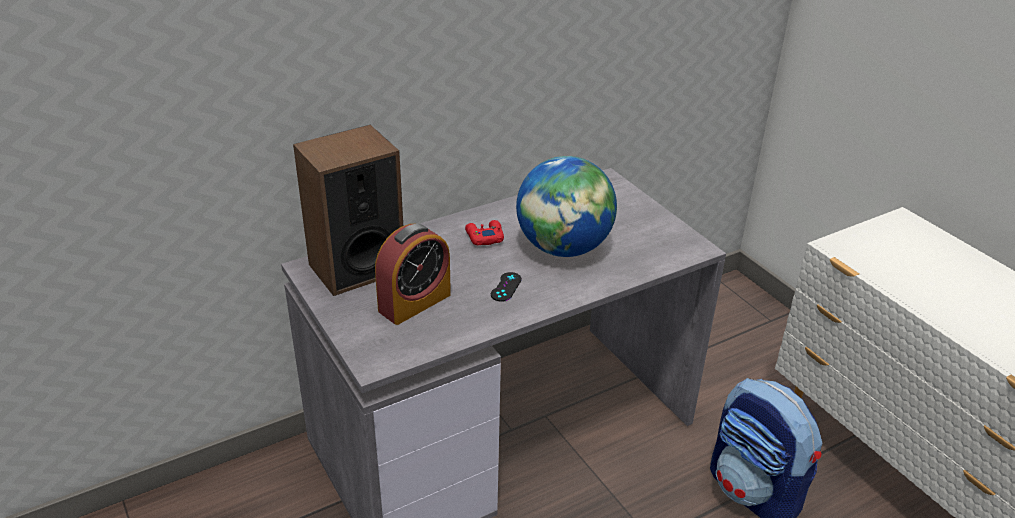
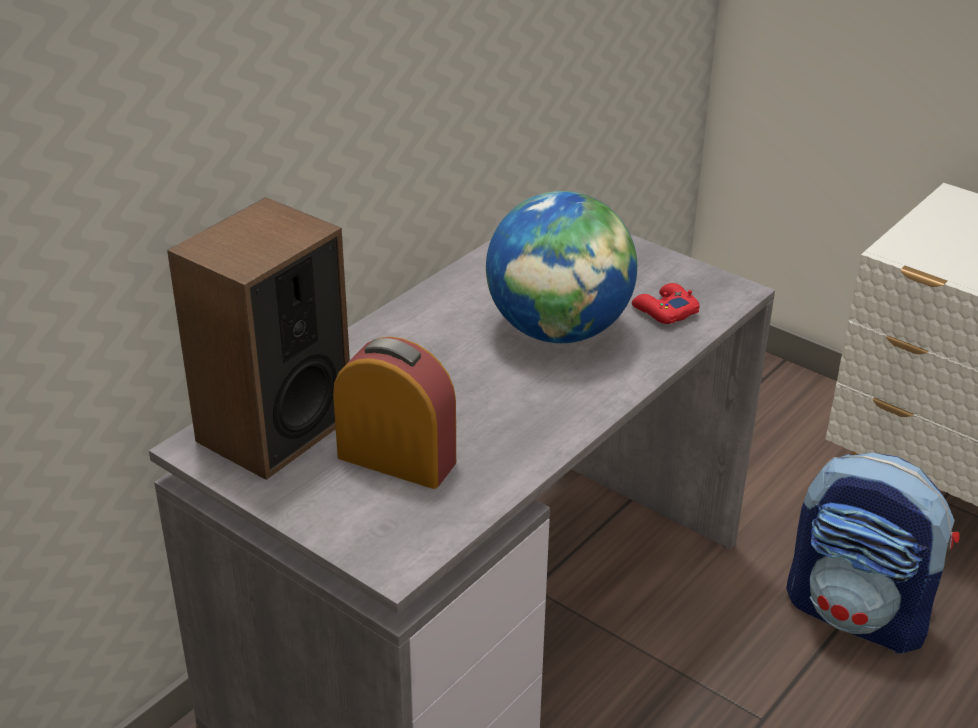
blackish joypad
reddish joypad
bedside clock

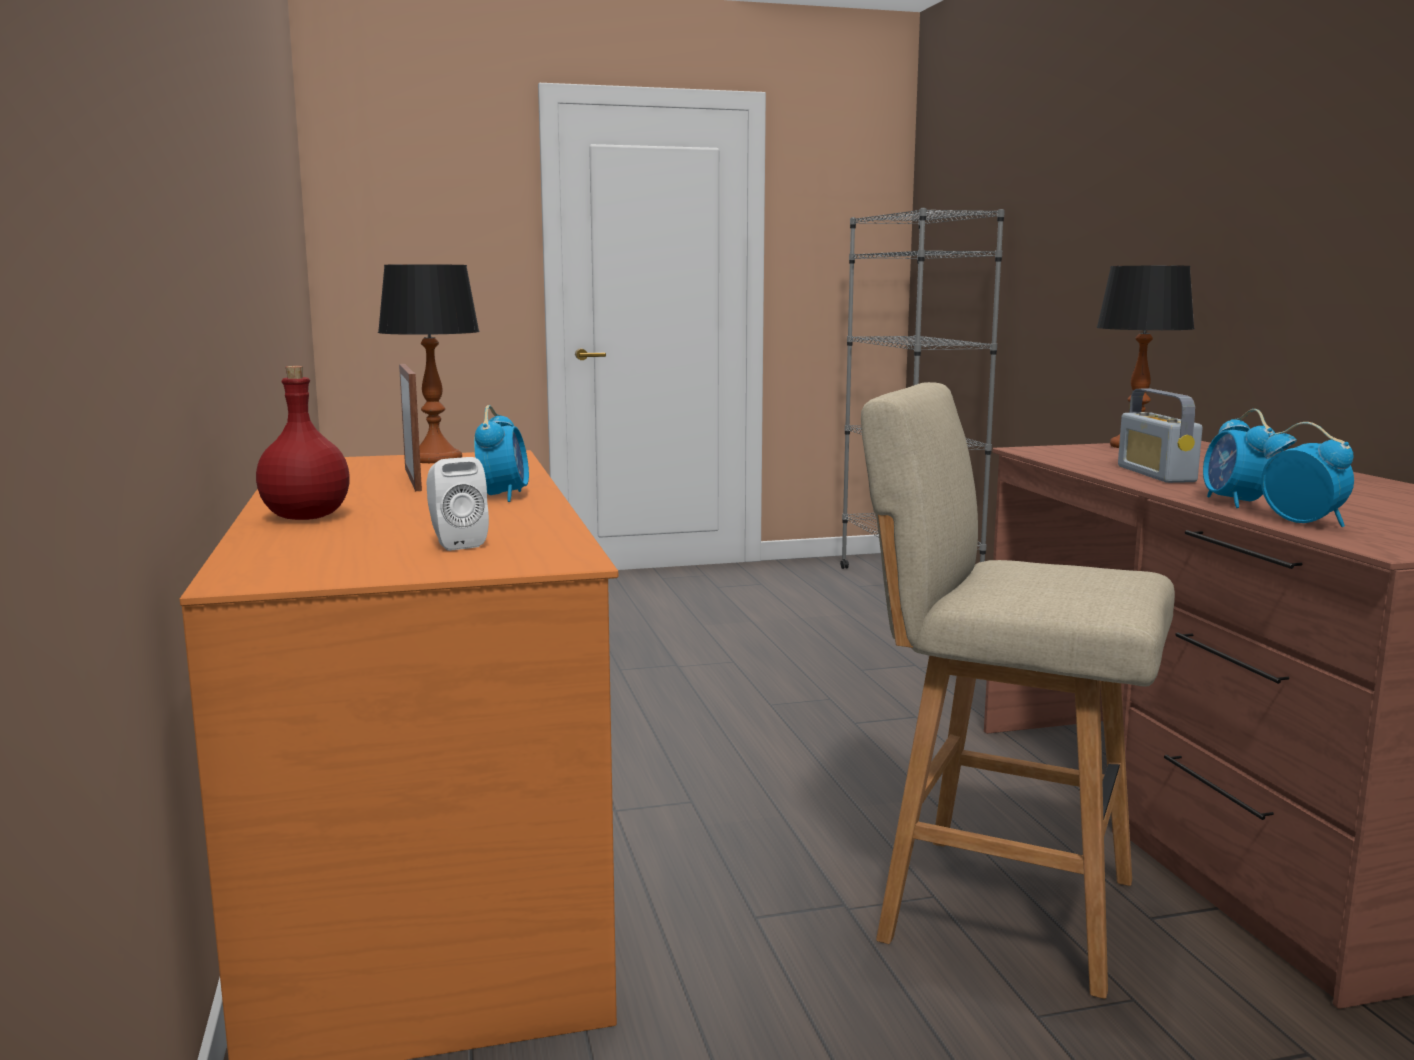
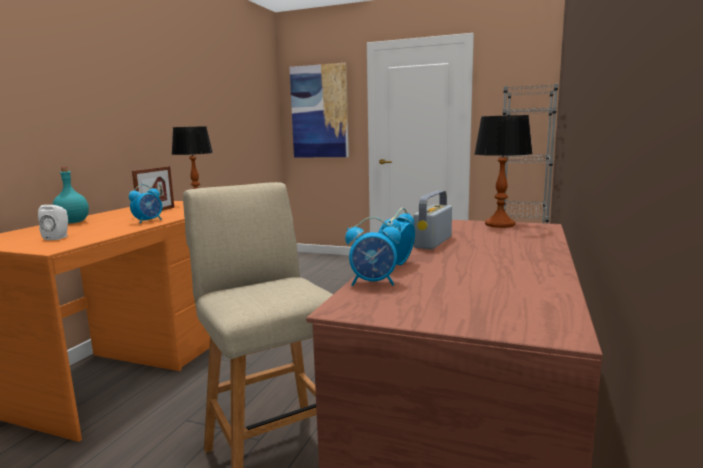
picture
turquoise beverage bottle
bedside clock (no. 2 from left)

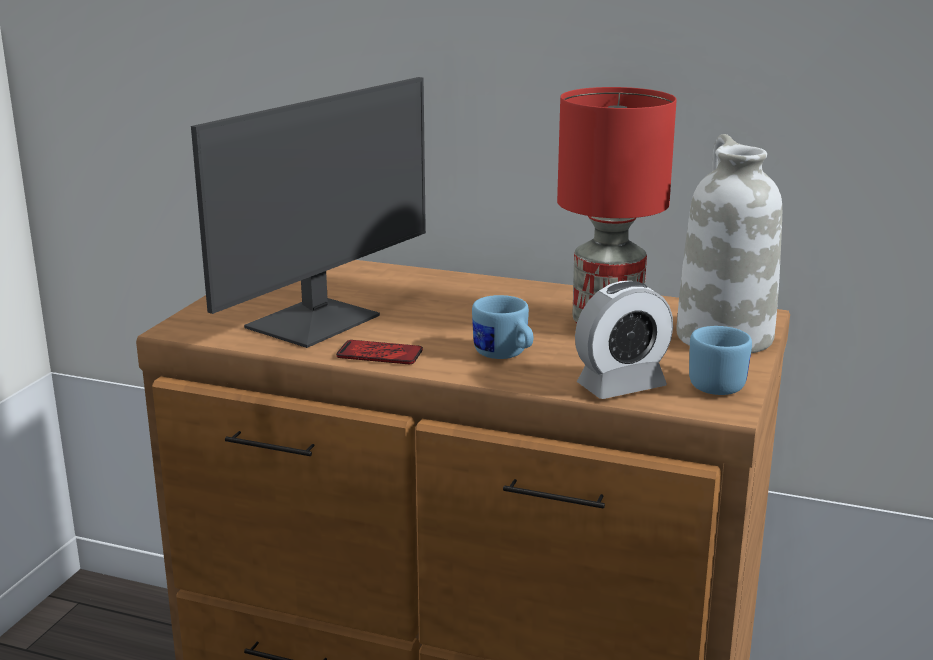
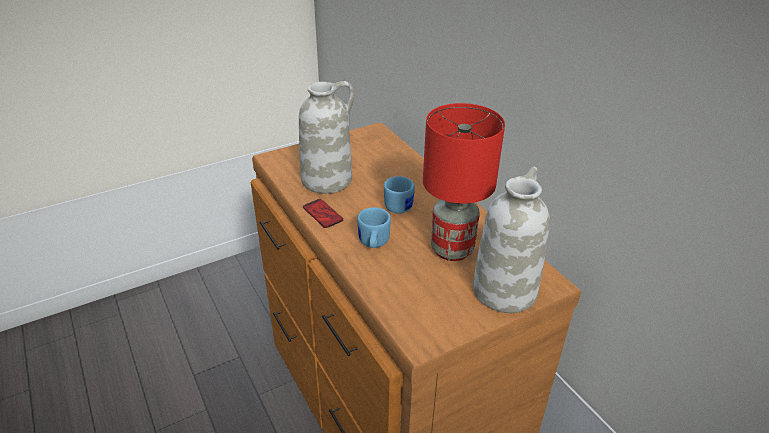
bedside clock
blue-coloured coffee mug (no. 2 from left)
white flower vase (no. 1 from left)

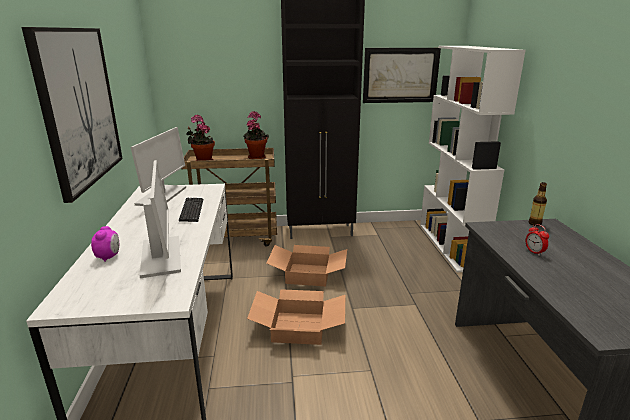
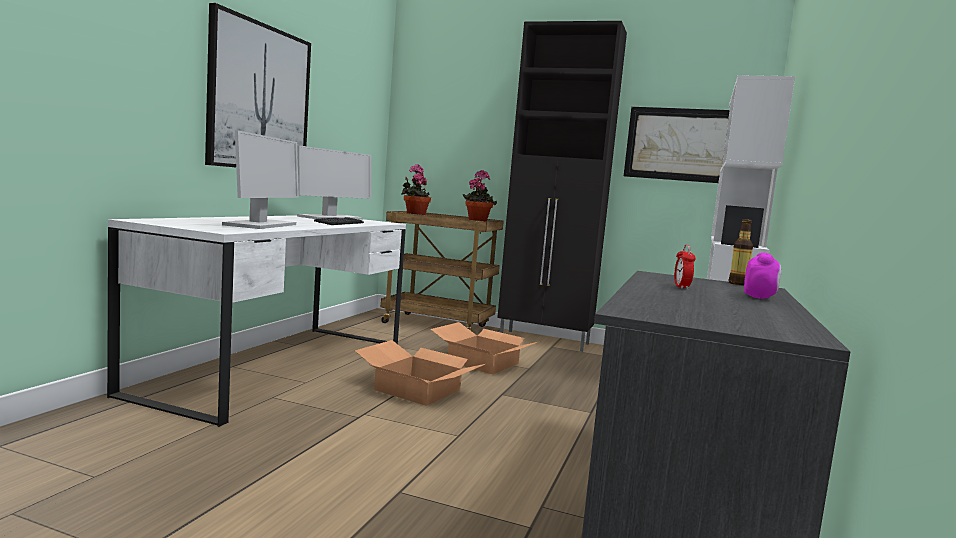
bedside clock (no. 2 from left)

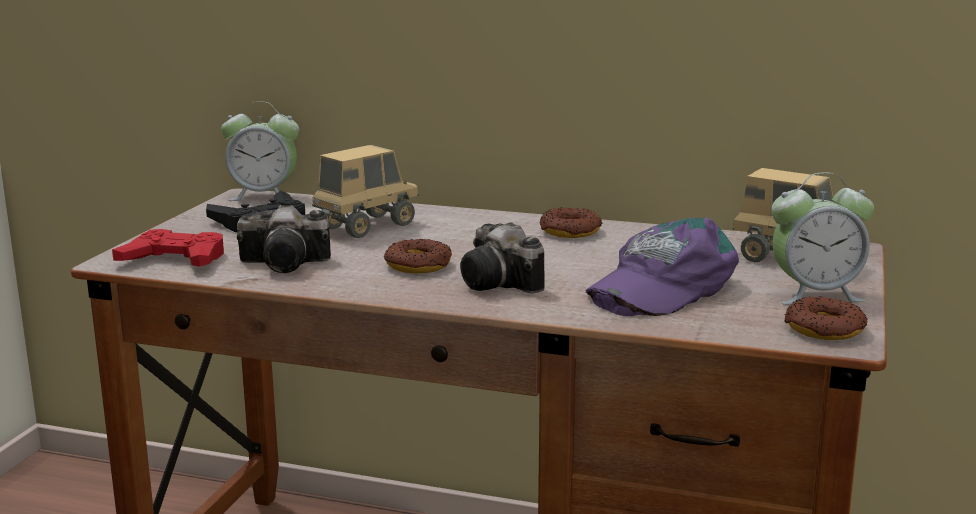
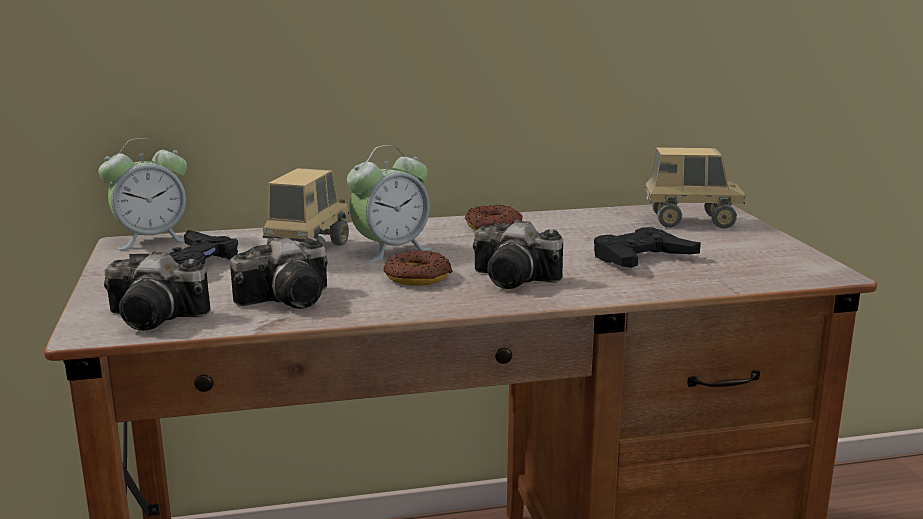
doughnut (no. 3 from left in the first image)
bedside clock (no. 2 from left)
still camera (no. 1 from left)
blackish joypad (no. 2 from left)

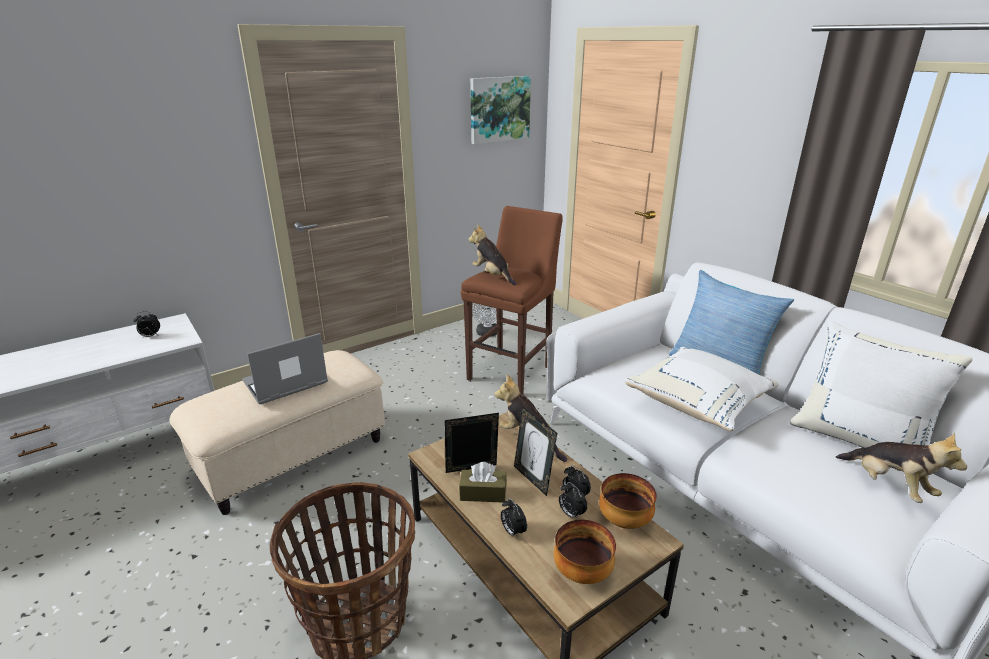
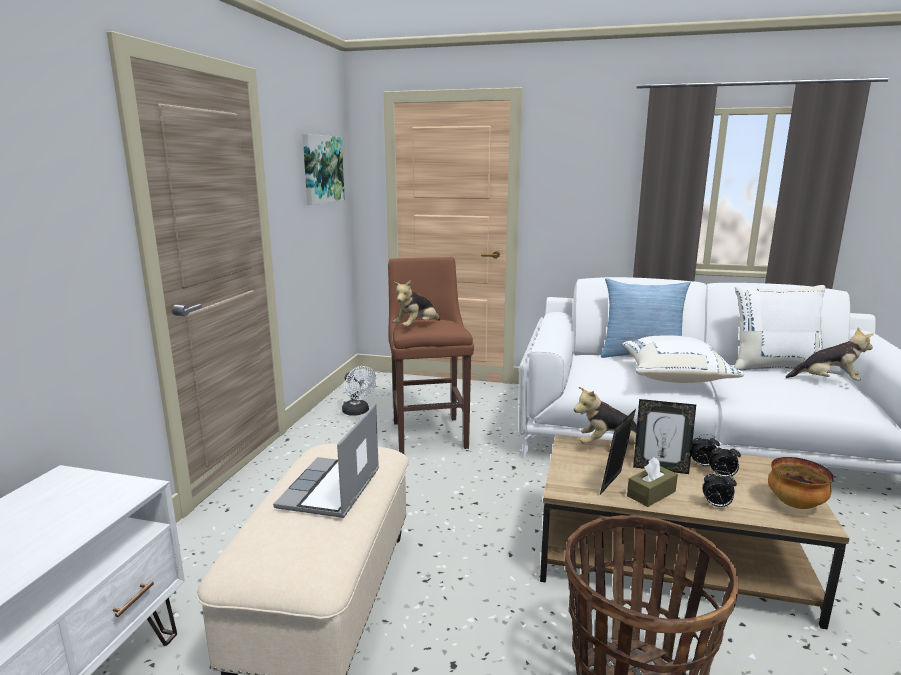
bedside clock (no. 1 from left in the first image)
deep dish (no. 2 from left in the first image)
soft toy (no. 1 from left)

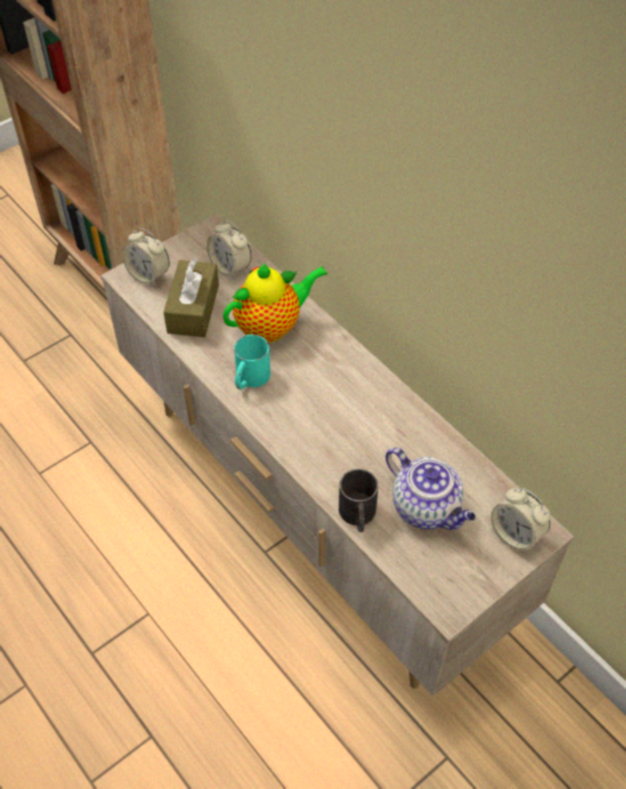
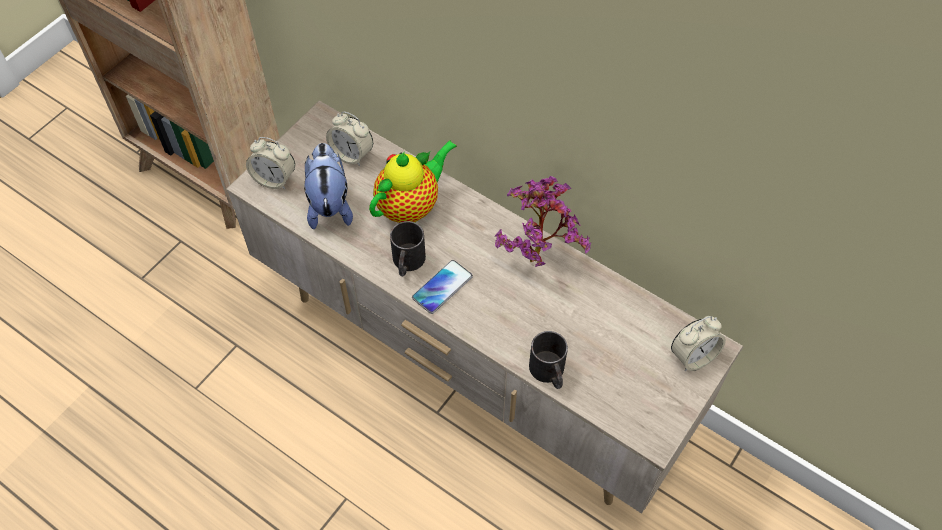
tea pot (no. 2 from left in the first image)
handset
potted plant
soft toy
blackish coffee mug (no. 1 from left)
bedside clock (no. 3 from left)

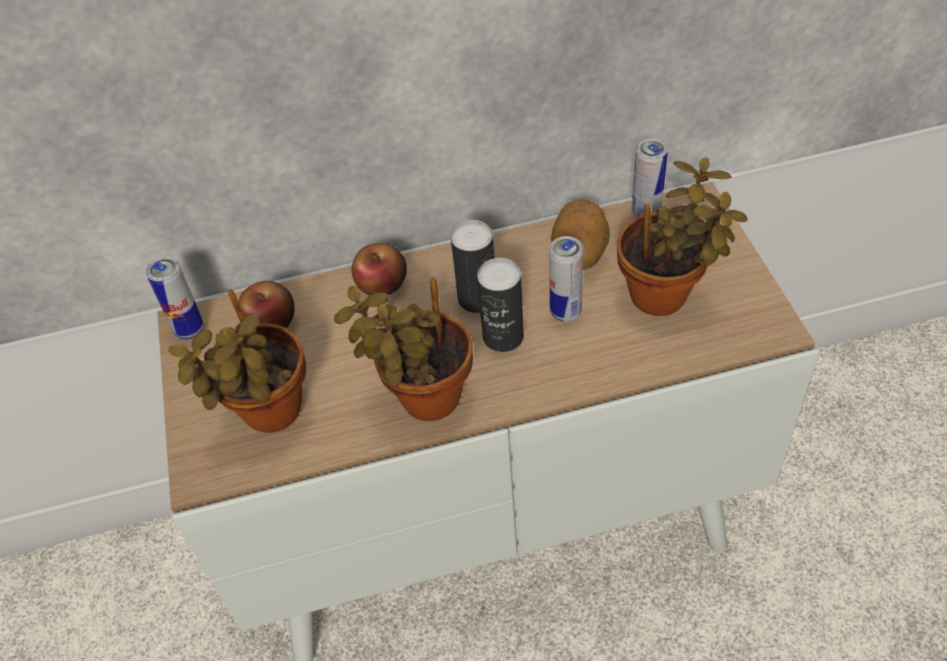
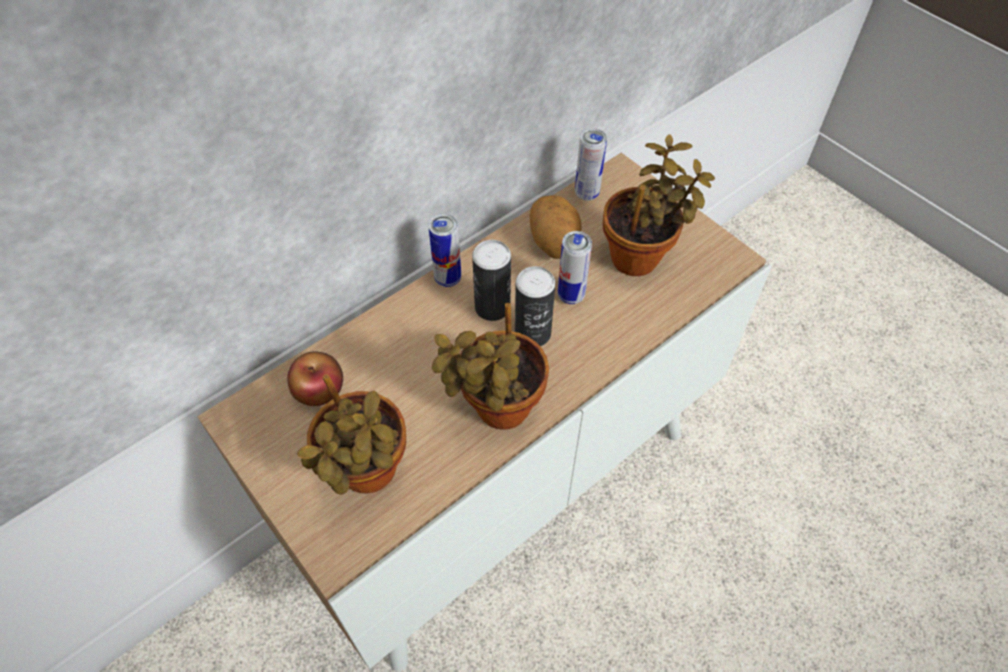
apple (no. 2 from left in the first image)
can (no. 1 from left)

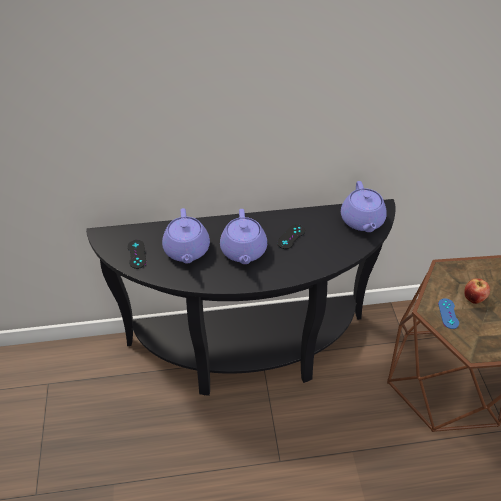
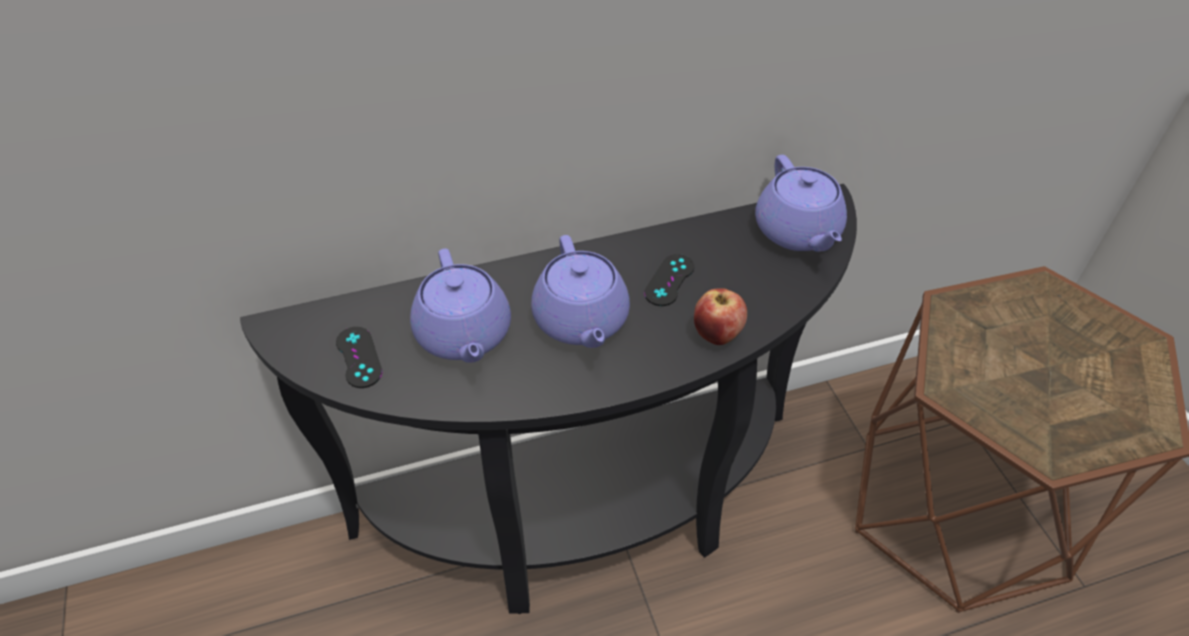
blue-coloured joypad
apple

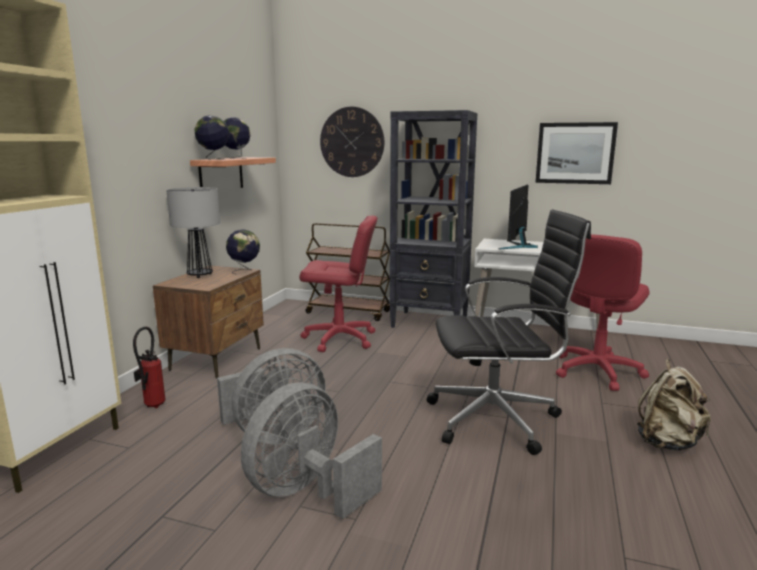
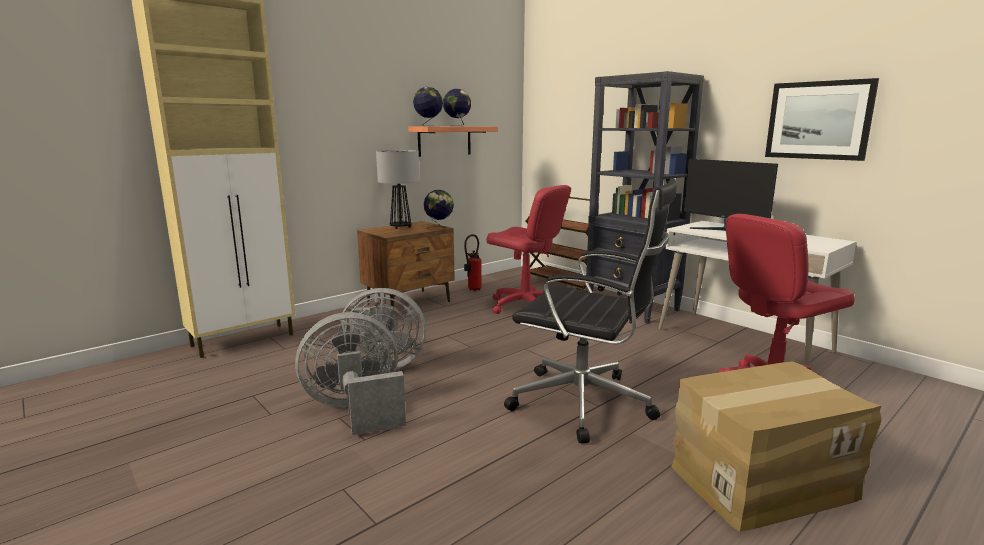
hanging clock
fire-fighting cylinder
cardboard box
monitor

